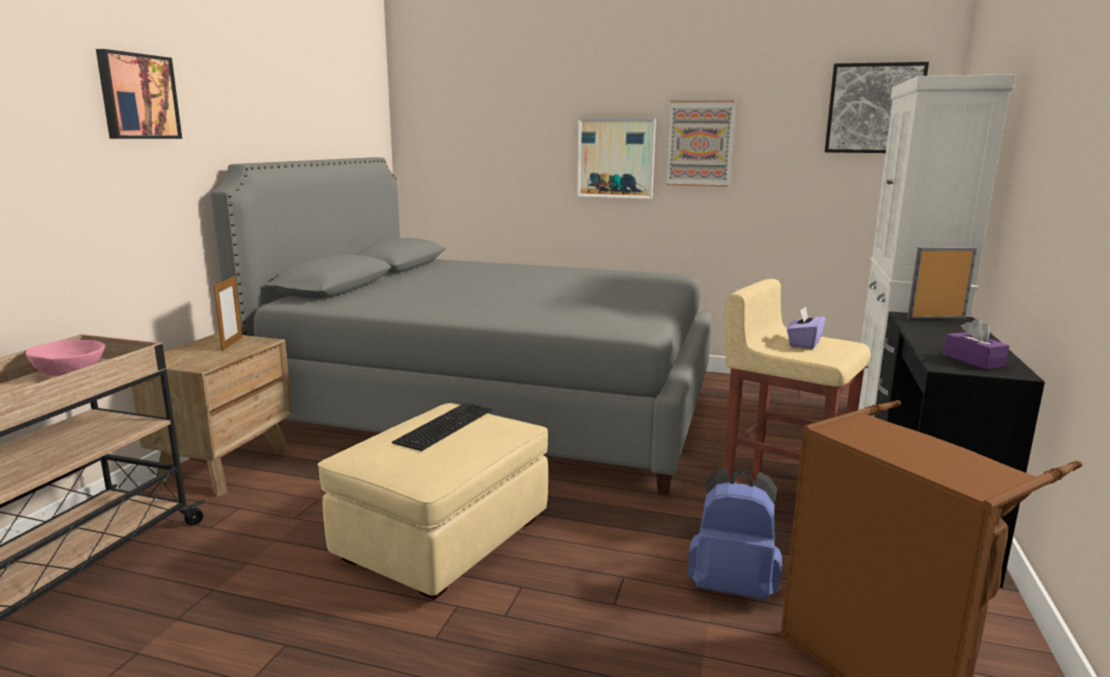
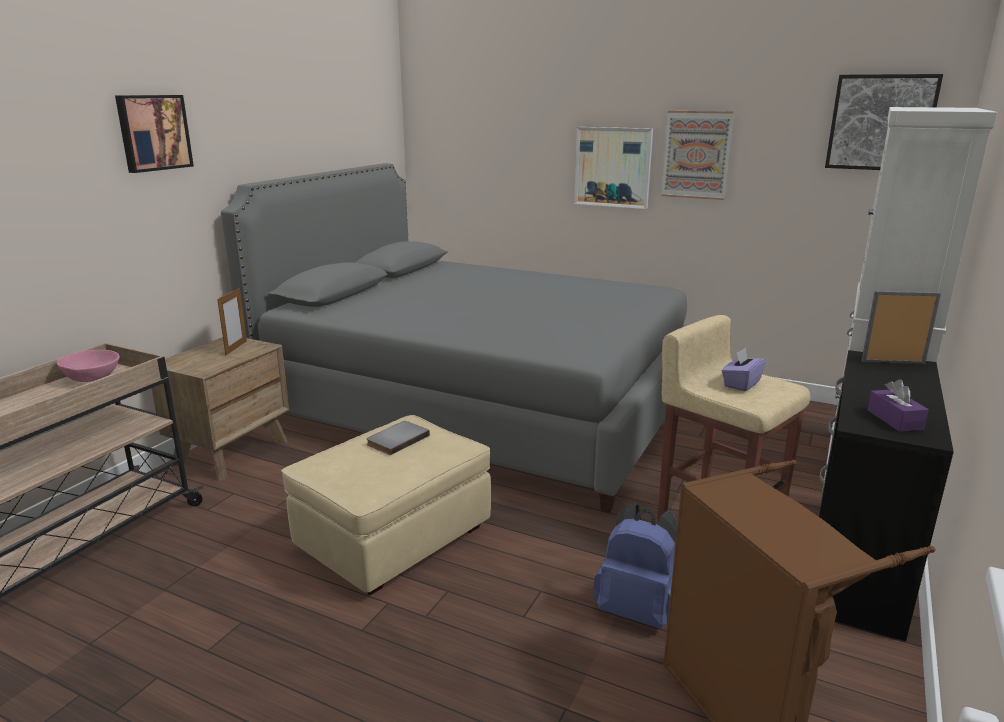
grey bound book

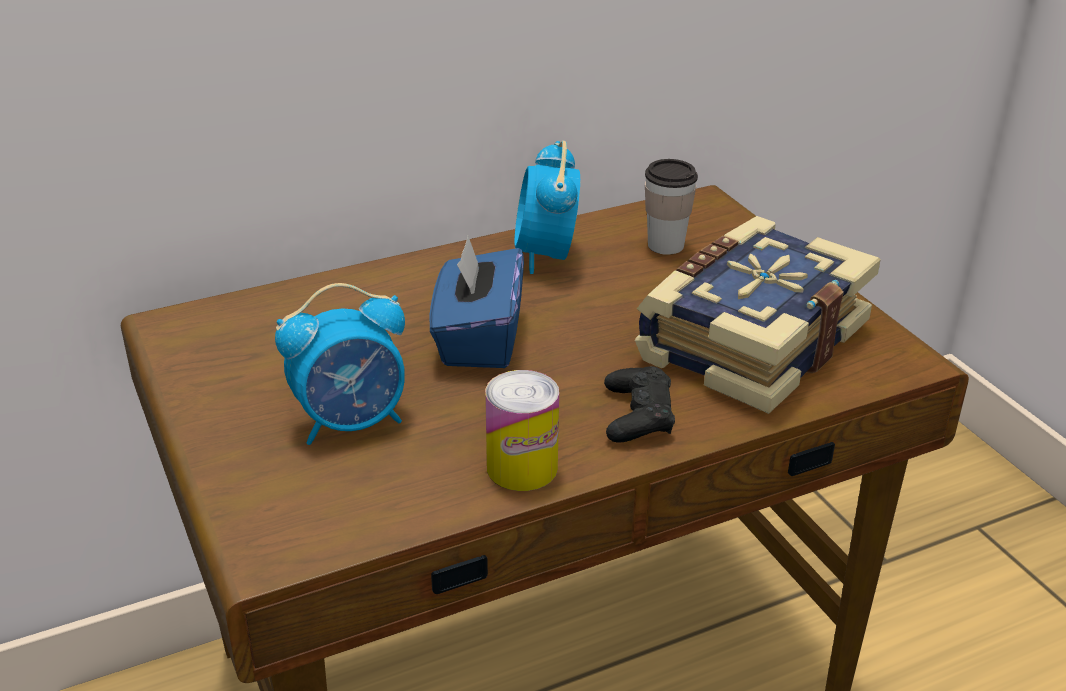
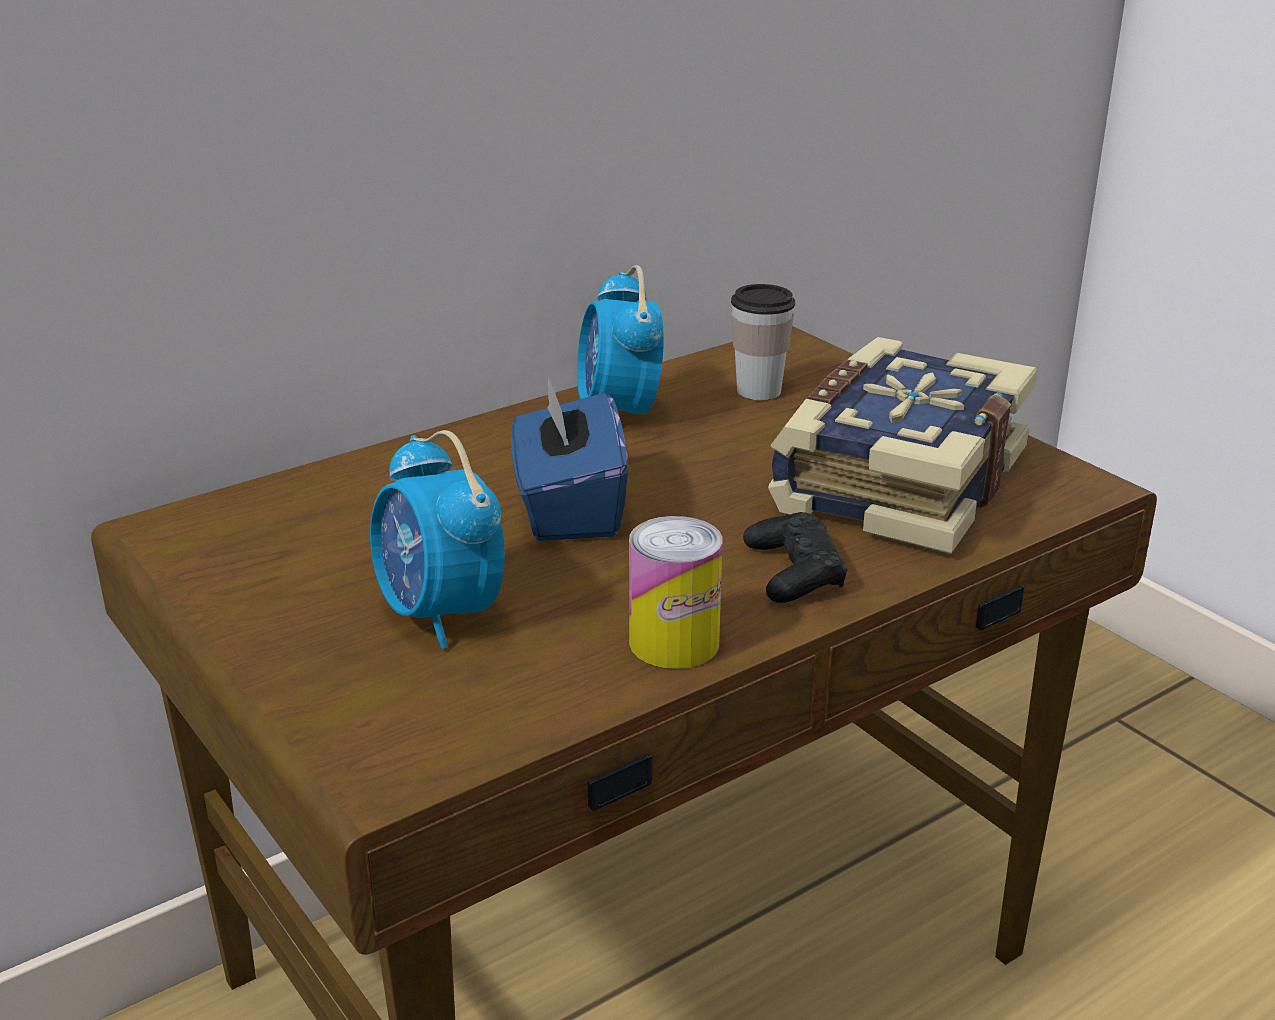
bedside clock (no. 1 from left)

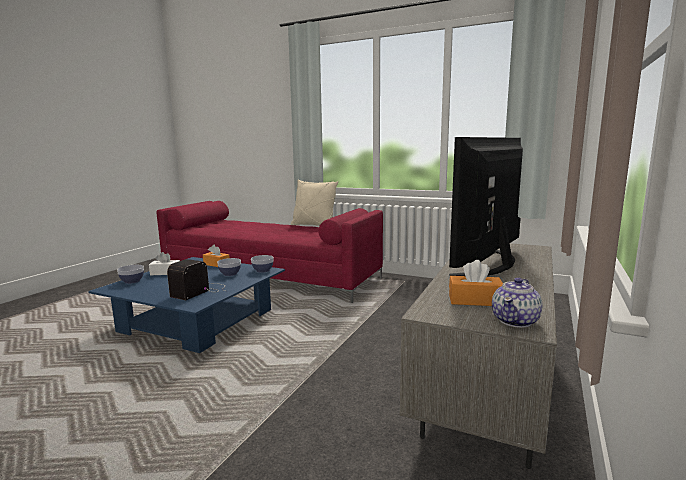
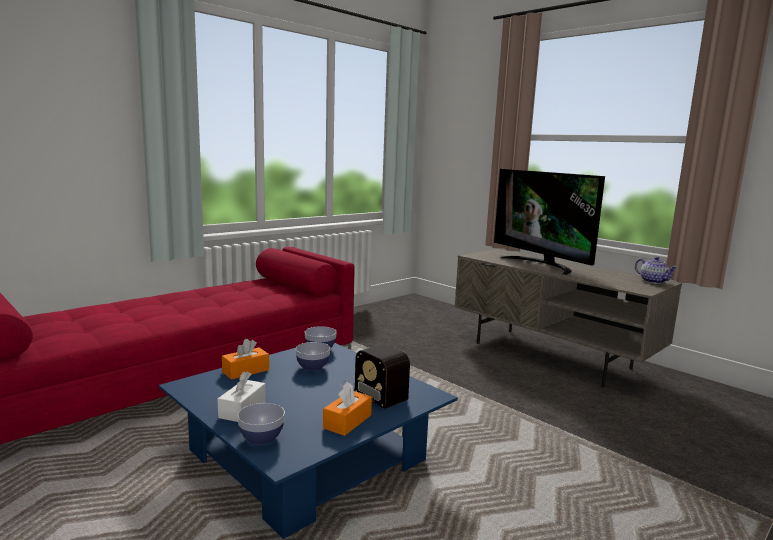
beige-coloured cushion
orangey tissue box (no. 2 from left)

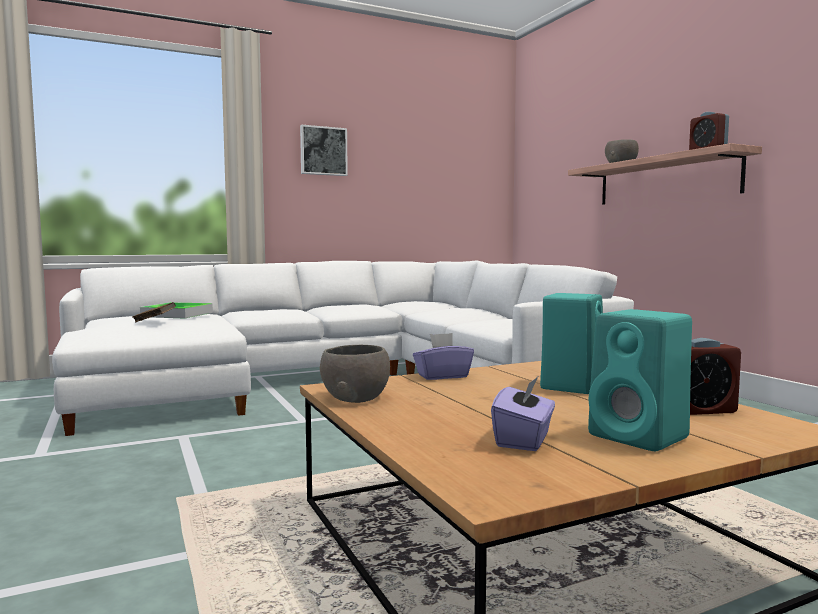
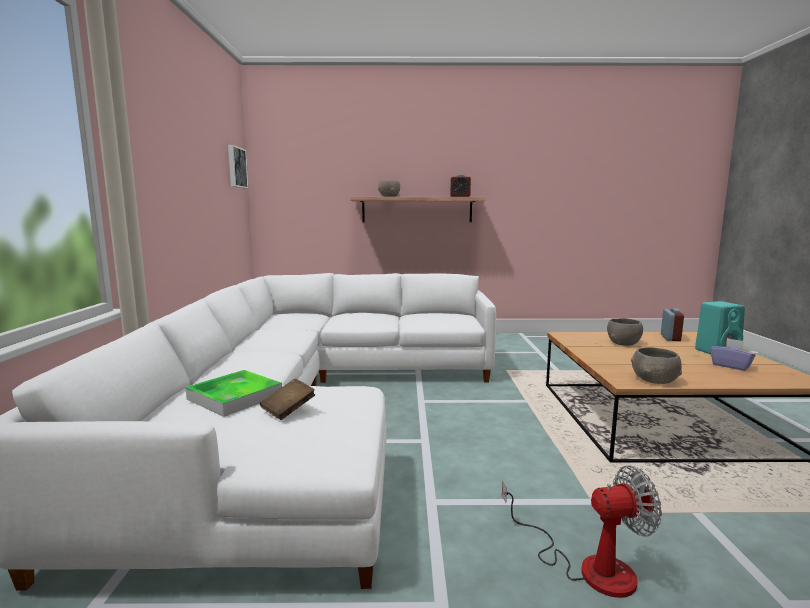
purplish tissue box (no. 1 from left in the first image)
cooling fan
picture
grey deep dish (no. 2 from left)

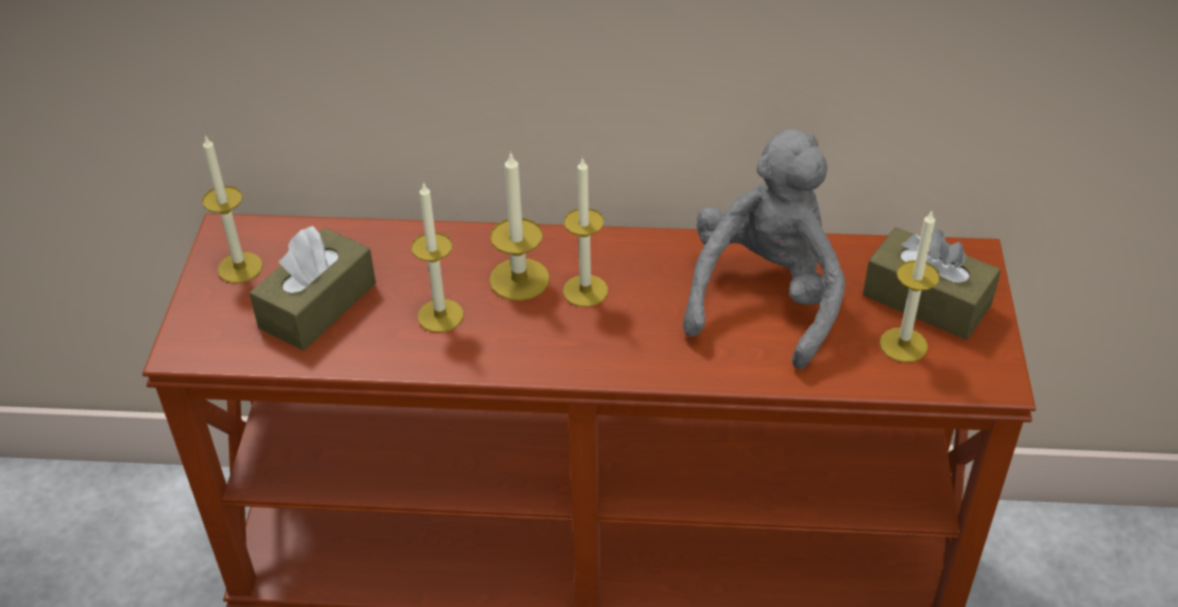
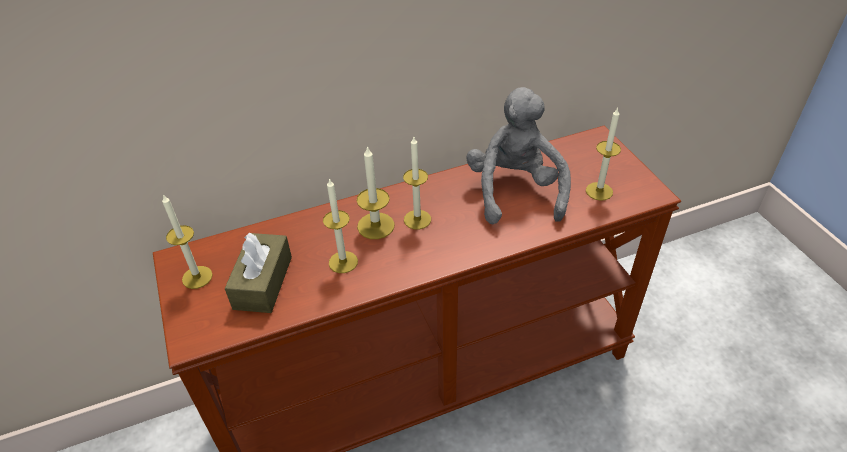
brown tissue box (no. 2 from left in the first image)

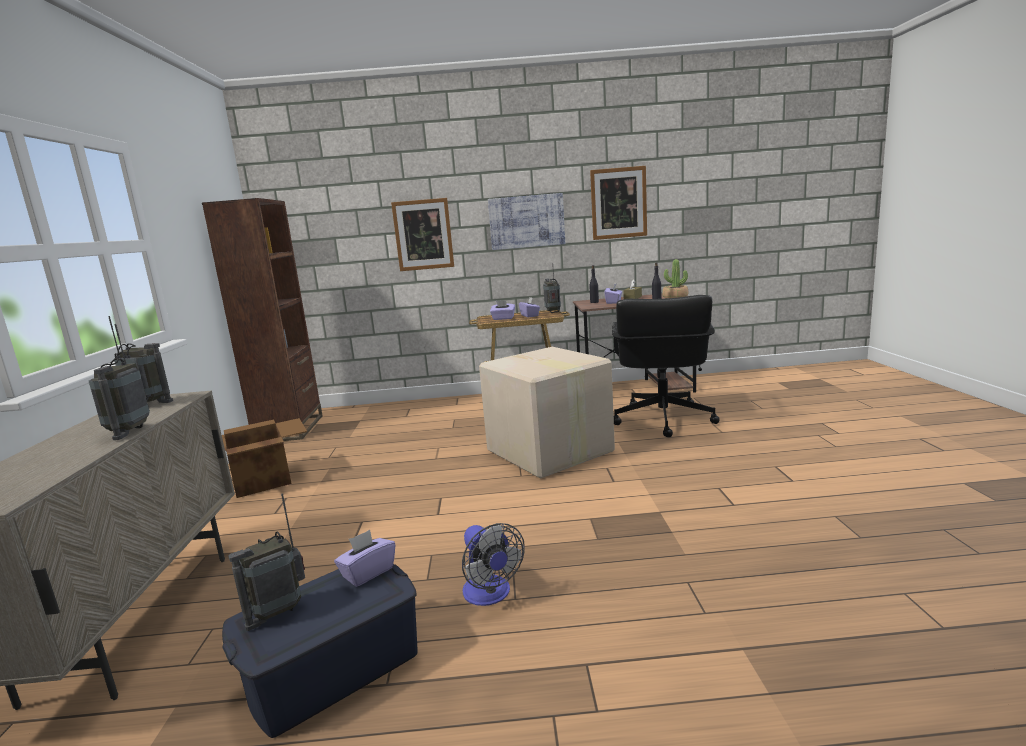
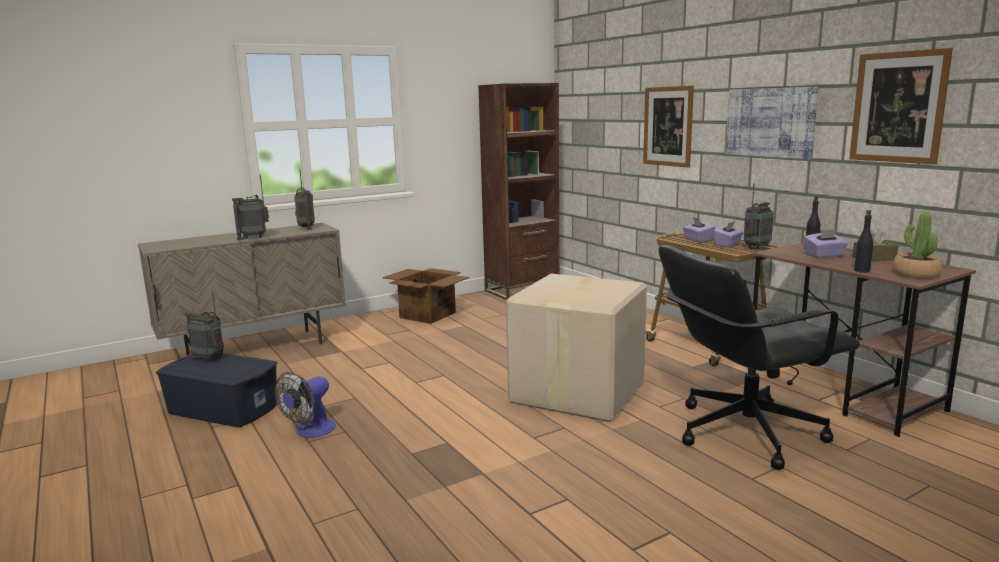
purplish tissue box (no. 1 from left in the first image)

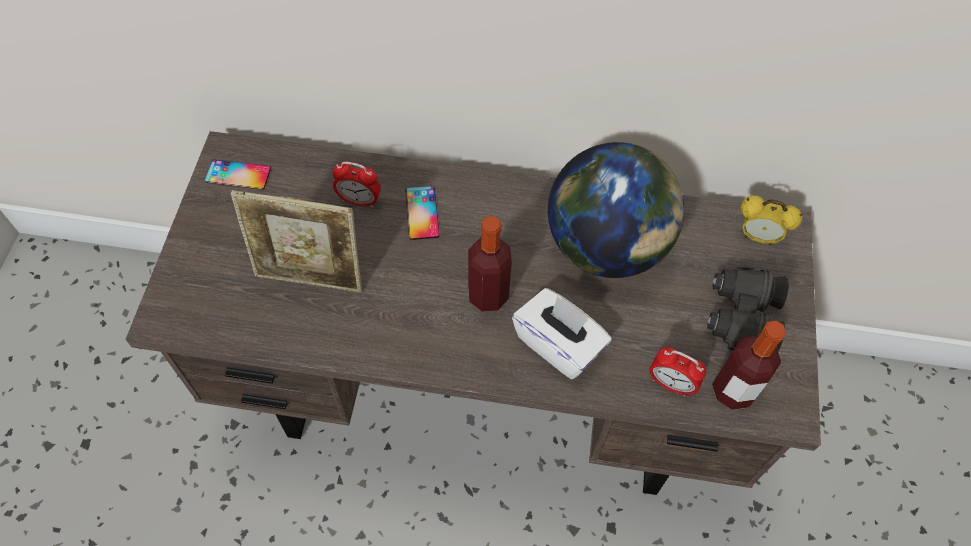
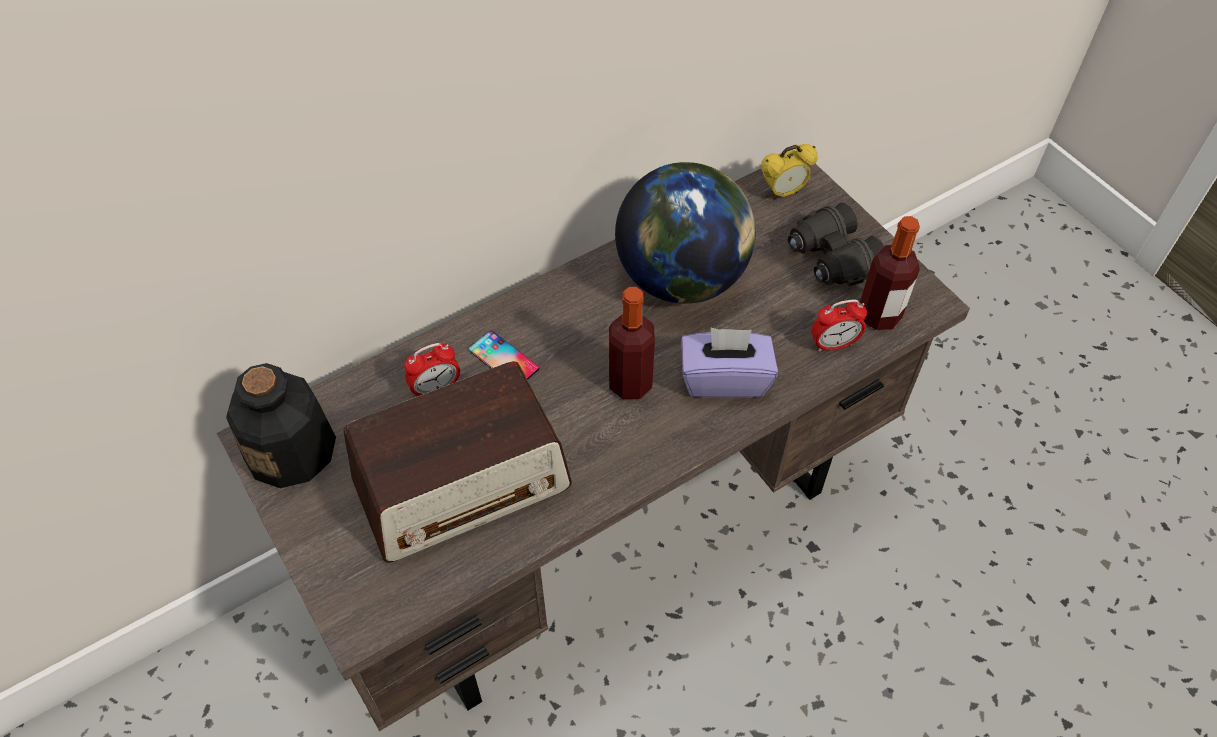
beverage bottle (no. 1 from left)
radio set
purplish tissue box

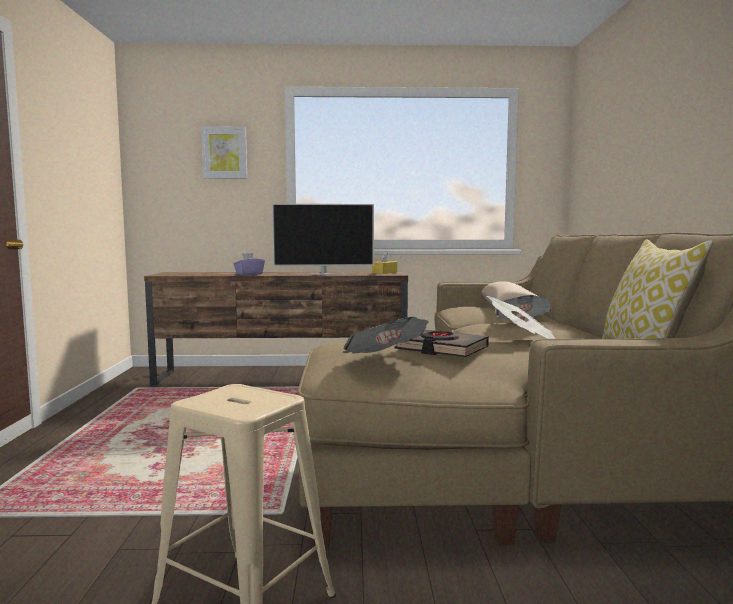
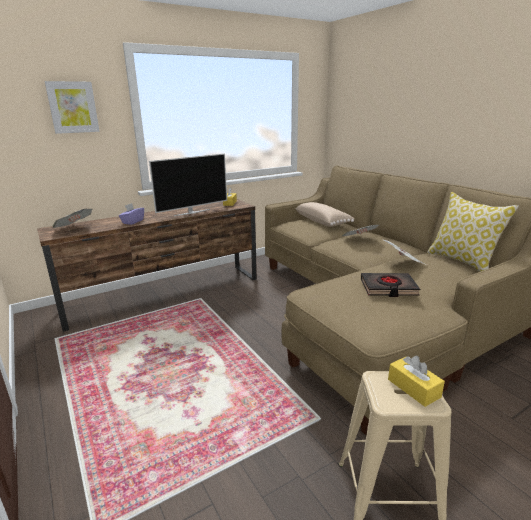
yellow tissue box (no. 2 from left)
daily paper (no. 1 from left)

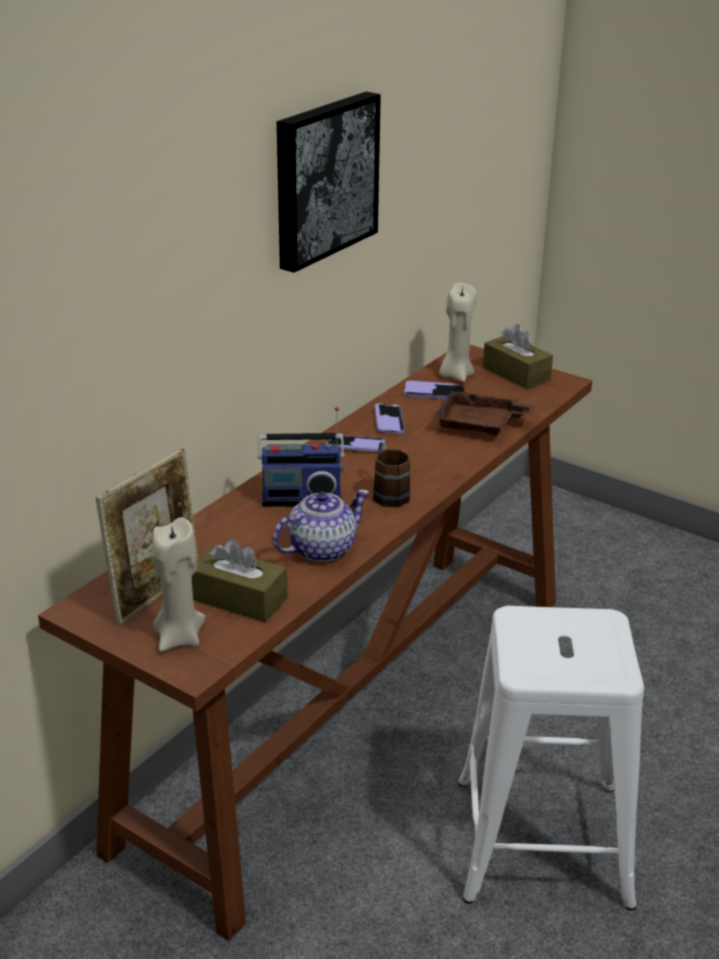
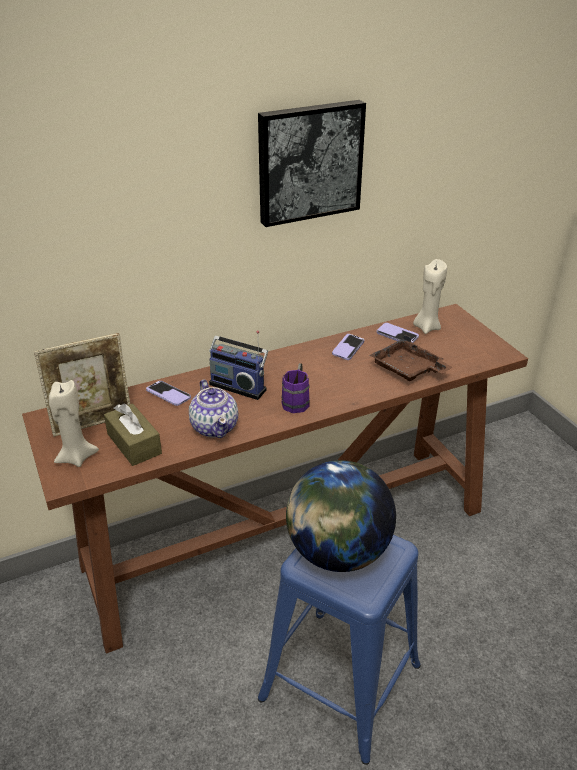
brown tissue box (no. 2 from left in the first image)
world globe
handset (no. 1 from left)
purplish coffee mug
blue-coloured stool seat
tea pot

